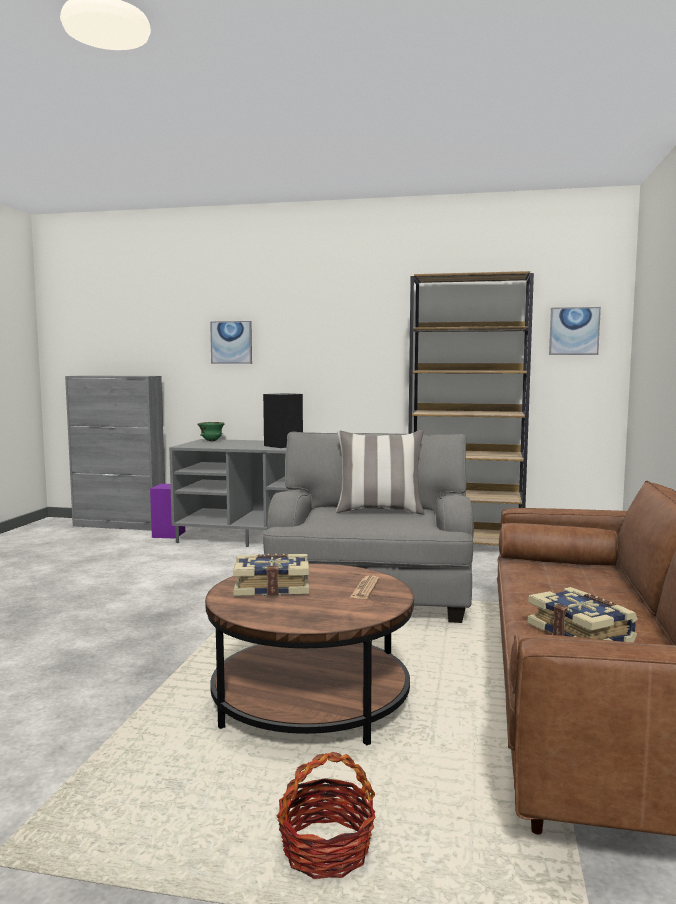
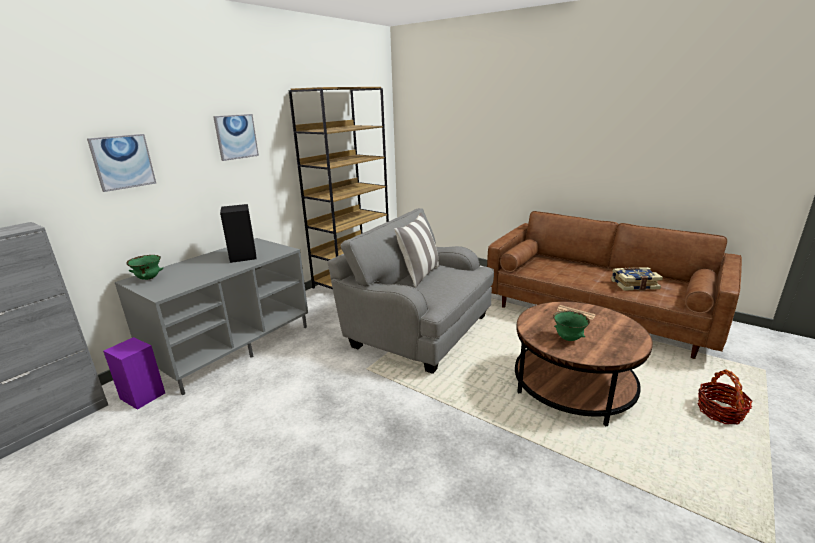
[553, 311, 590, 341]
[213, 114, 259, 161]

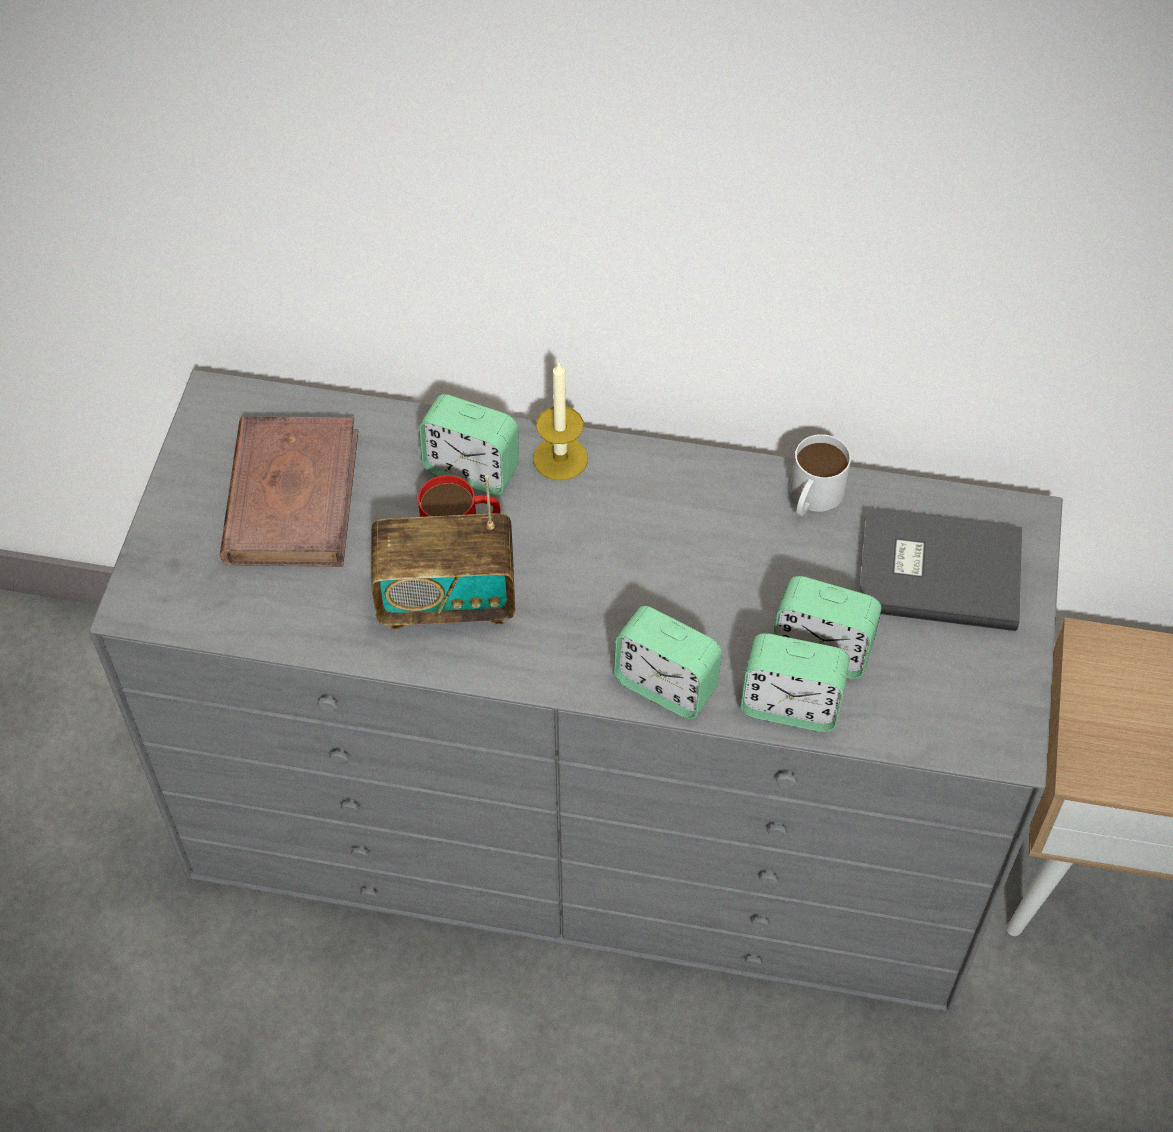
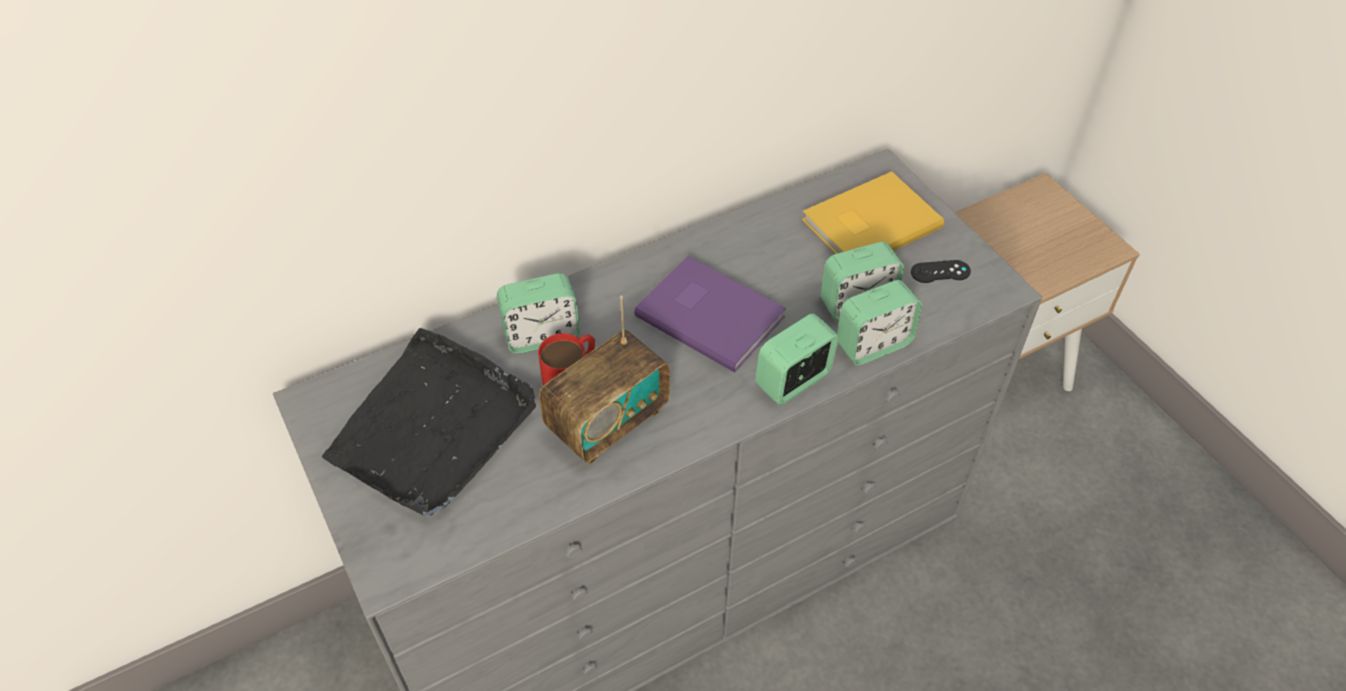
[322, 328, 536, 516]
[533, 361, 588, 480] (first image)
[755, 313, 839, 405]
[790, 434, 851, 516] (first image)
[802, 171, 944, 254]
[634, 256, 786, 373]
[911, 260, 971, 283]

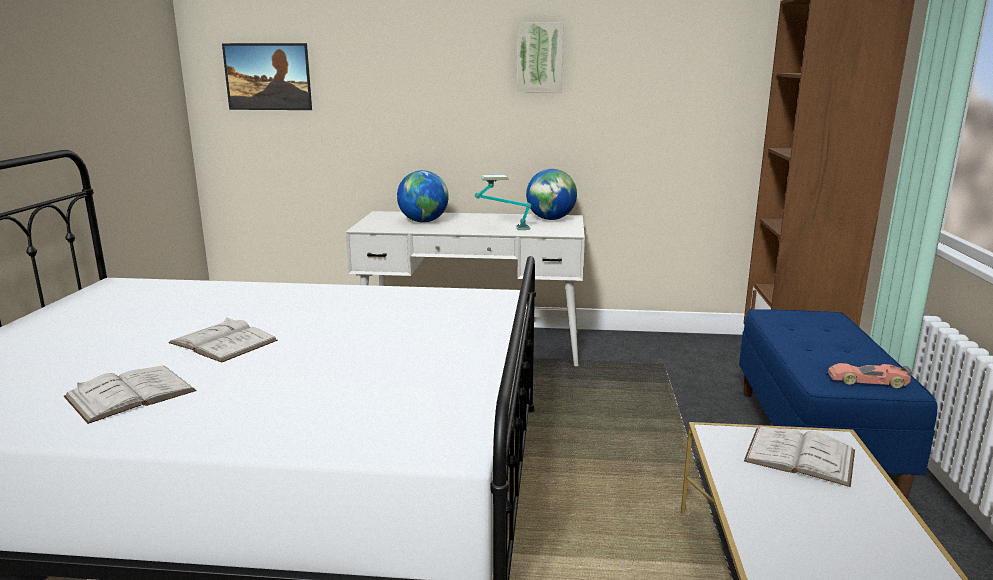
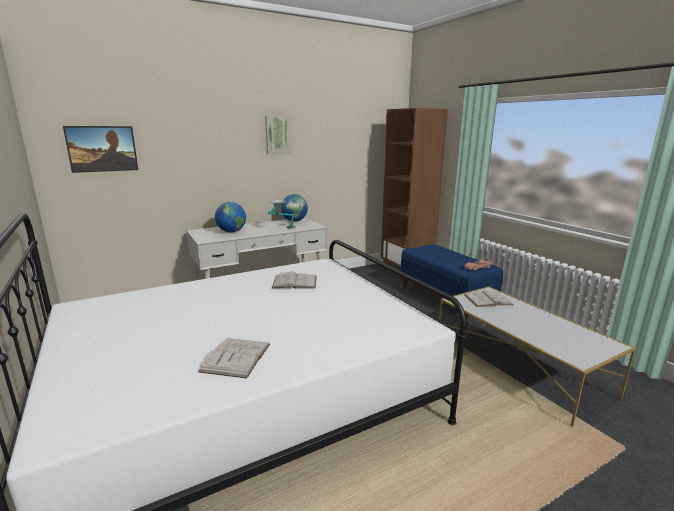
[272, 272, 317, 289]

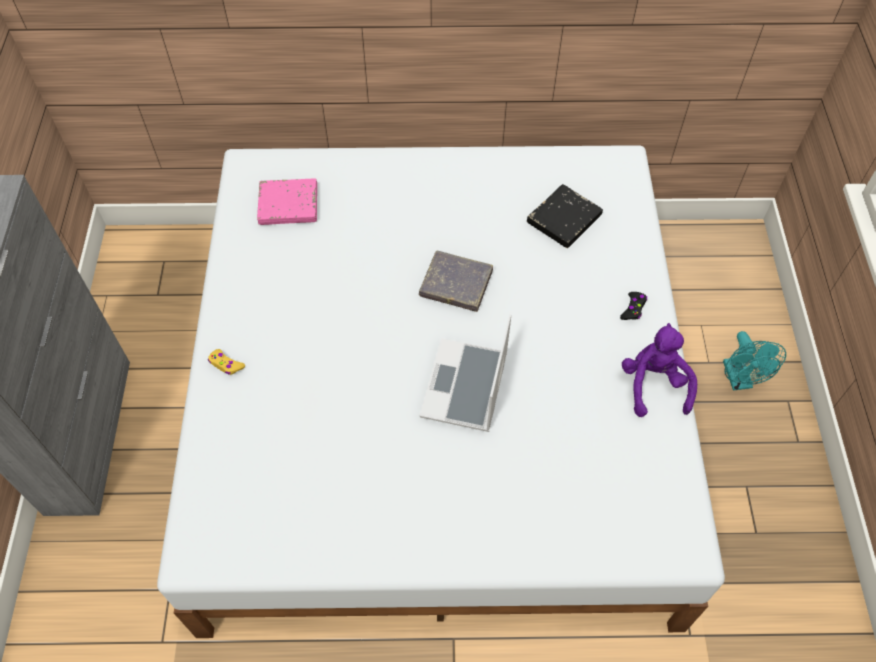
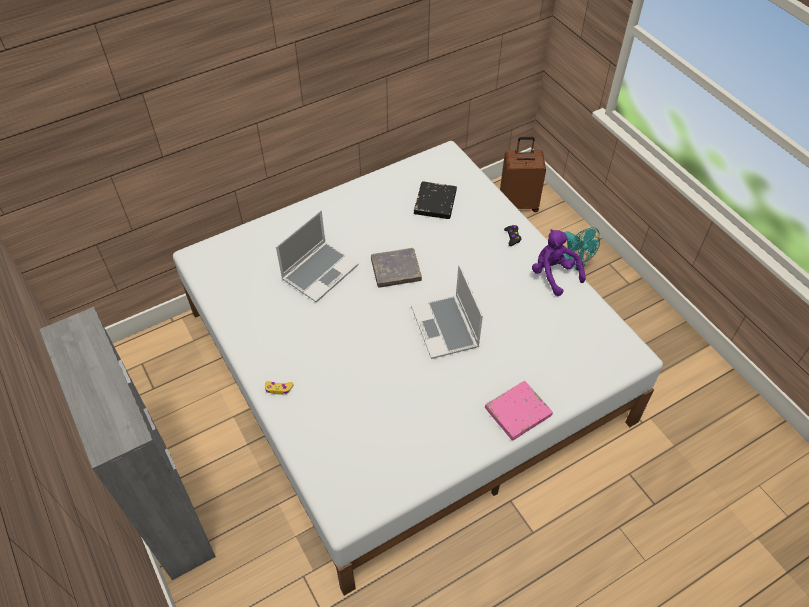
[485, 381, 553, 441]
[276, 210, 359, 302]
[500, 137, 546, 212]

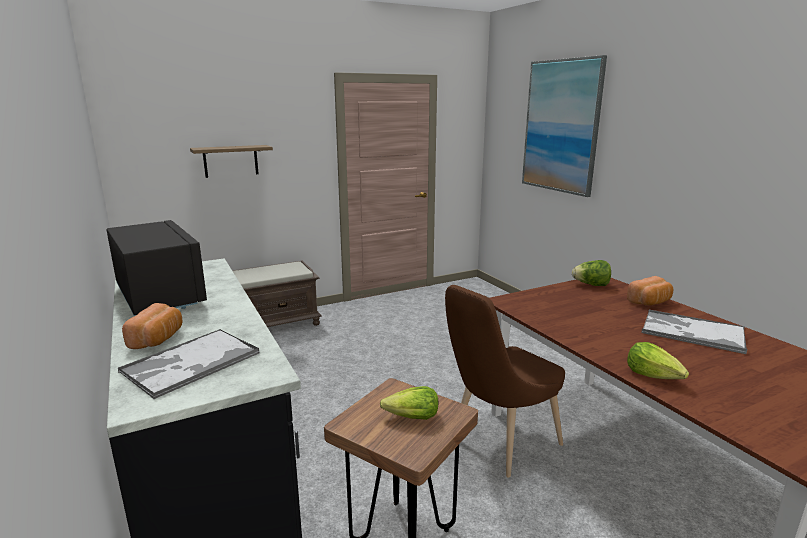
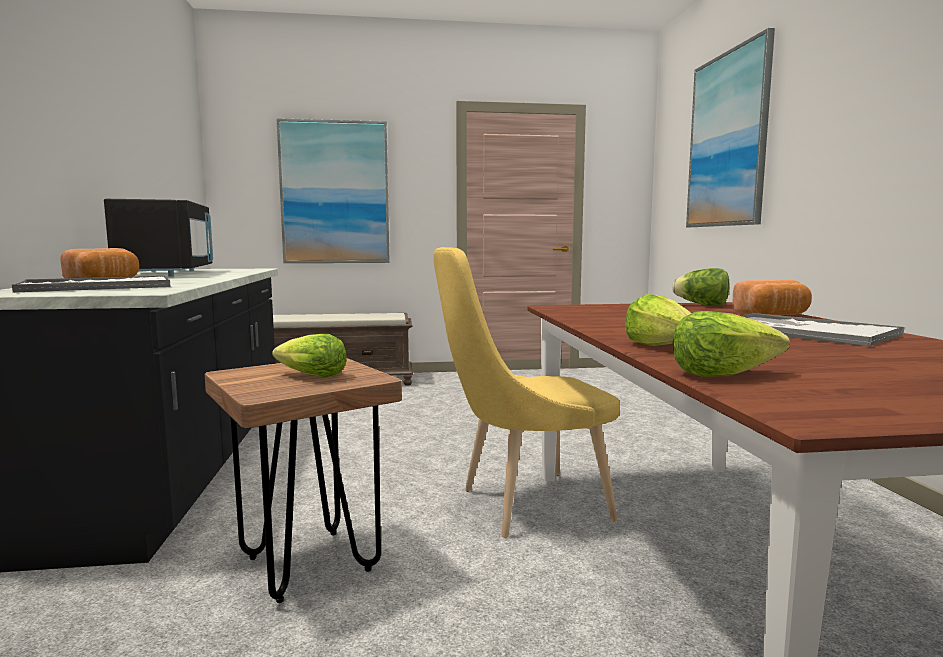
[276, 118, 390, 263]
[433, 247, 620, 538]
[673, 311, 790, 377]

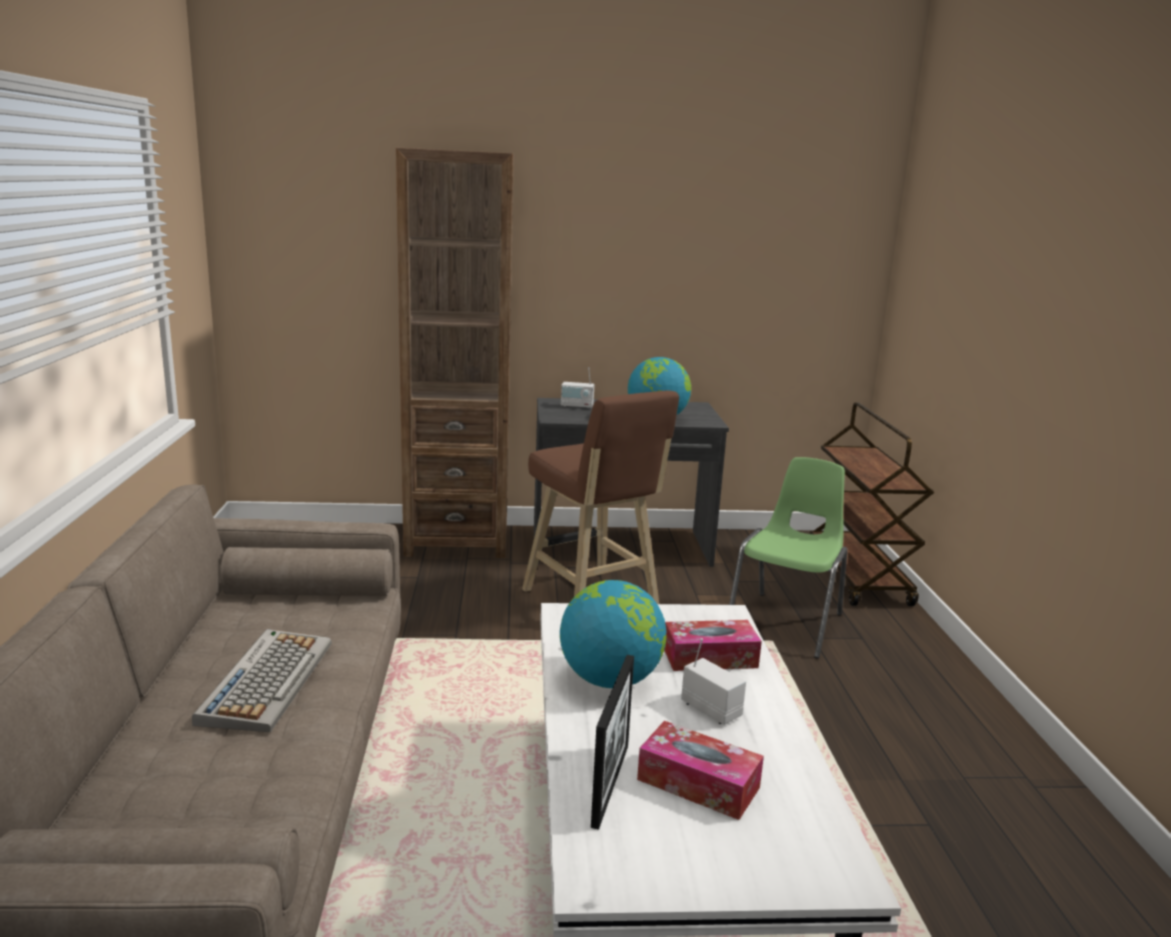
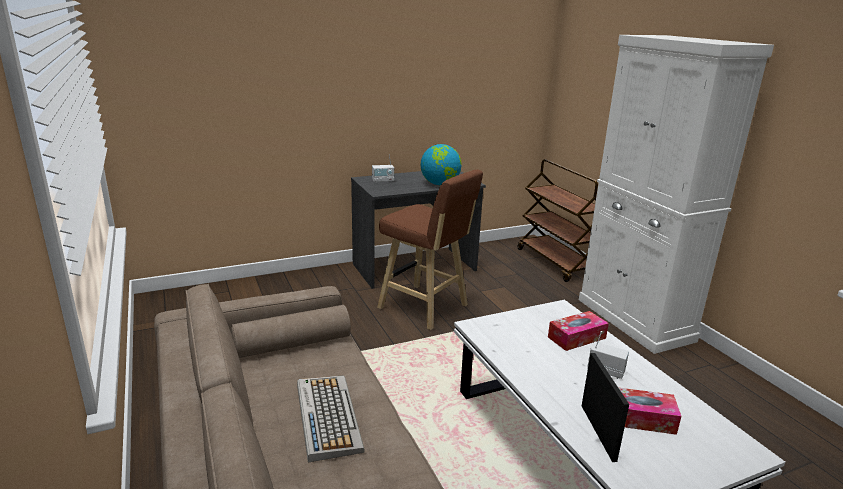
[396, 147, 514, 558] (first image)
[560, 580, 667, 688] (first image)
[729, 457, 848, 659] (first image)
[579, 35, 774, 354]

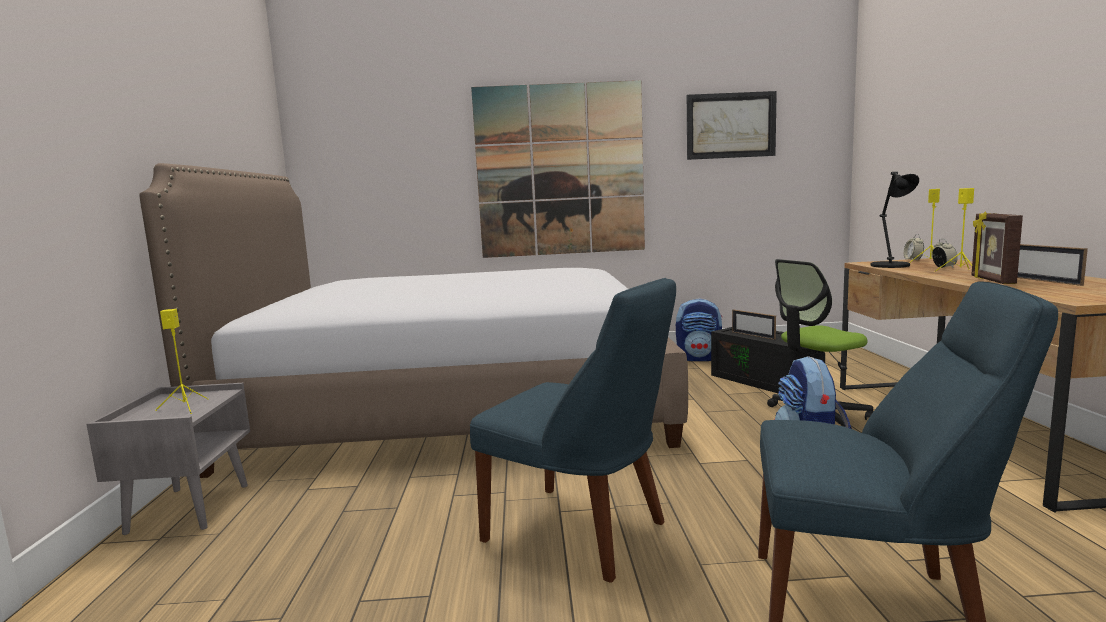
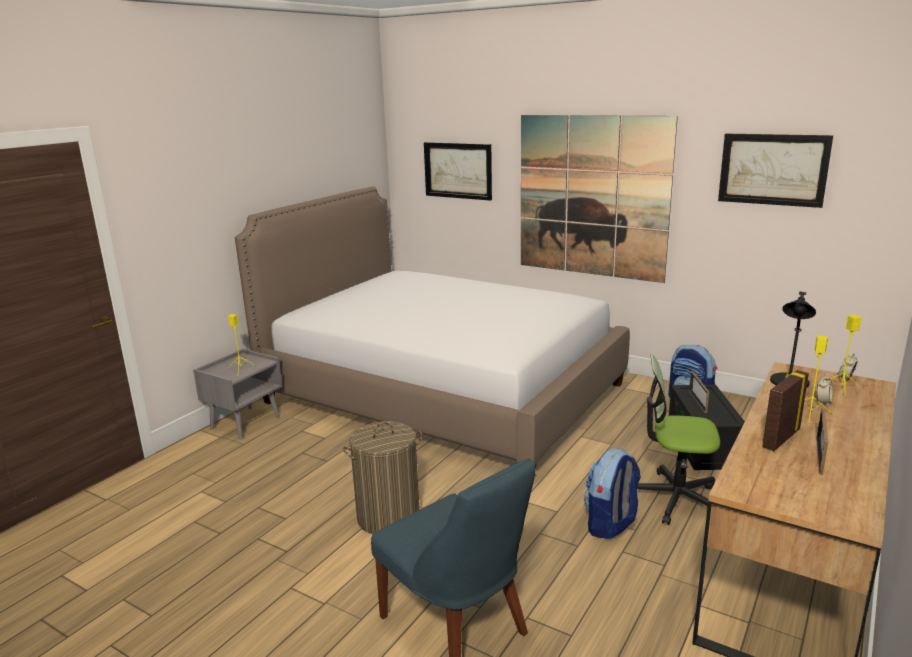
[343, 421, 422, 534]
[424, 142, 492, 201]

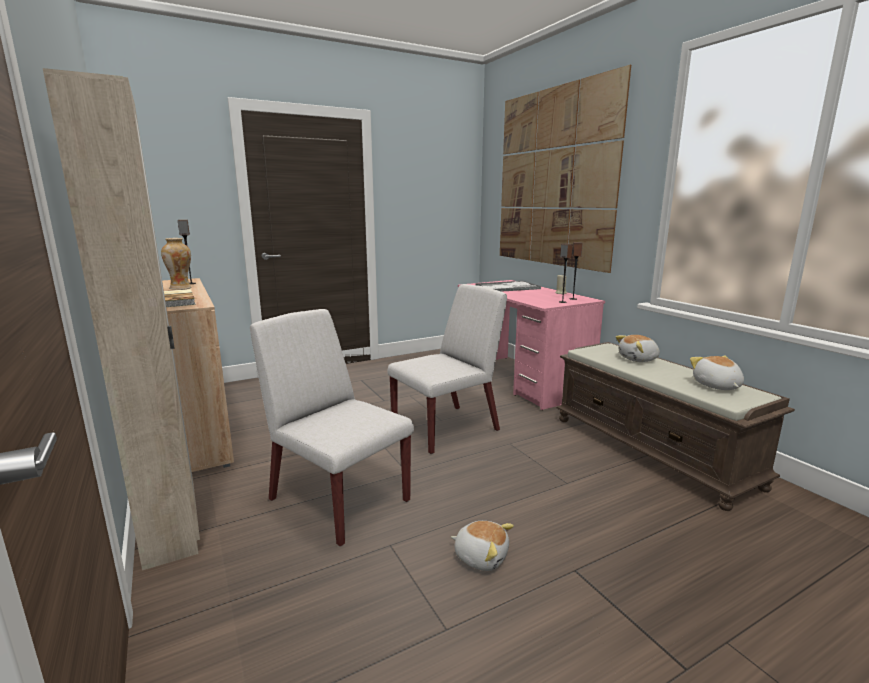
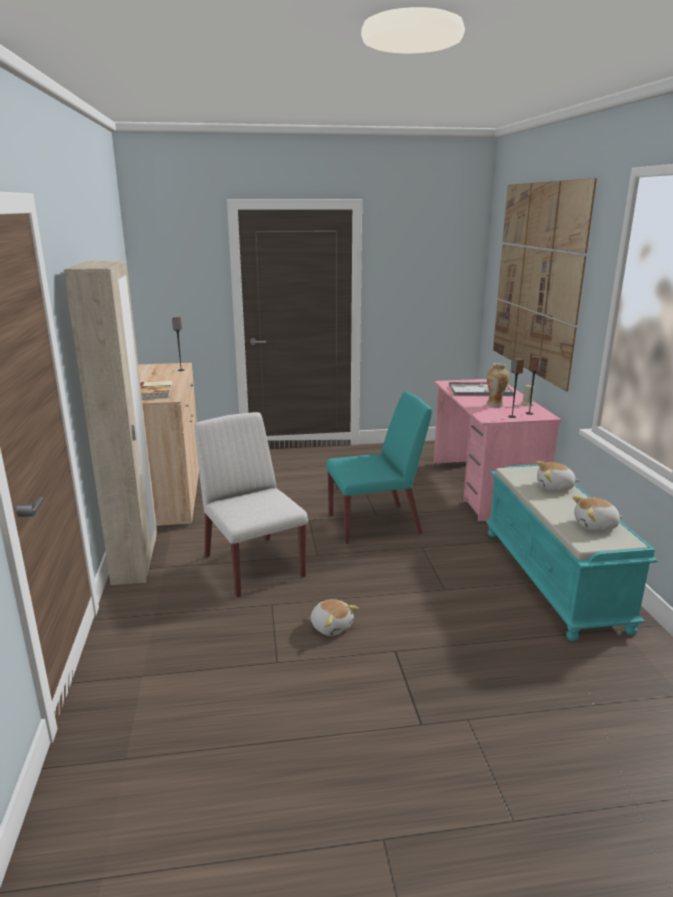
[487, 363, 510, 407]
[326, 391, 432, 544]
[486, 464, 658, 641]
[572, 496, 623, 531]

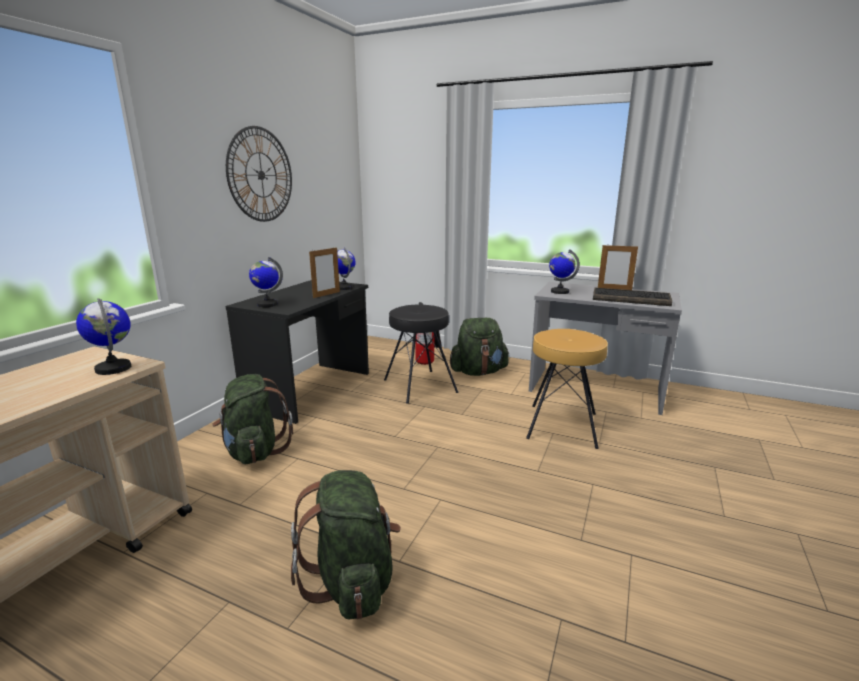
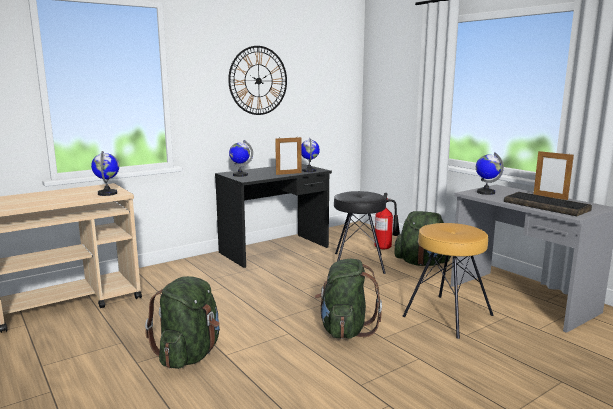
[314, 259, 382, 339]

